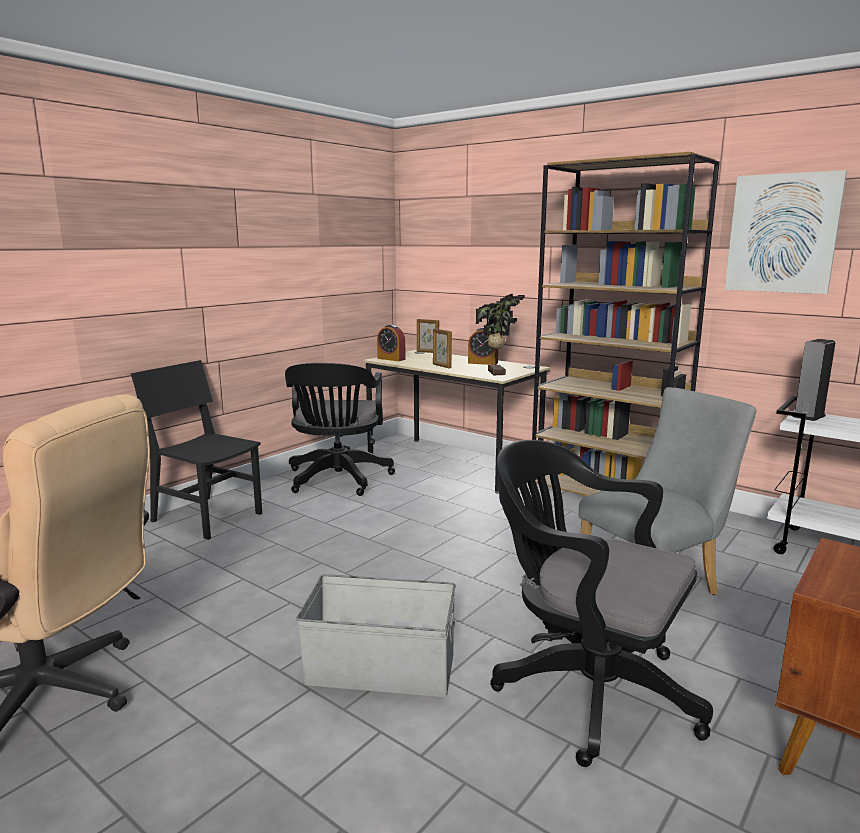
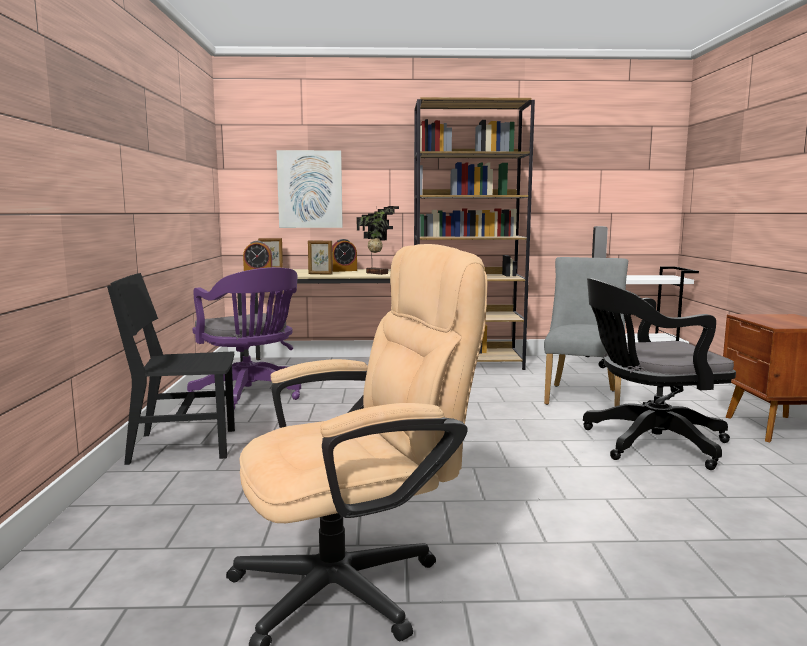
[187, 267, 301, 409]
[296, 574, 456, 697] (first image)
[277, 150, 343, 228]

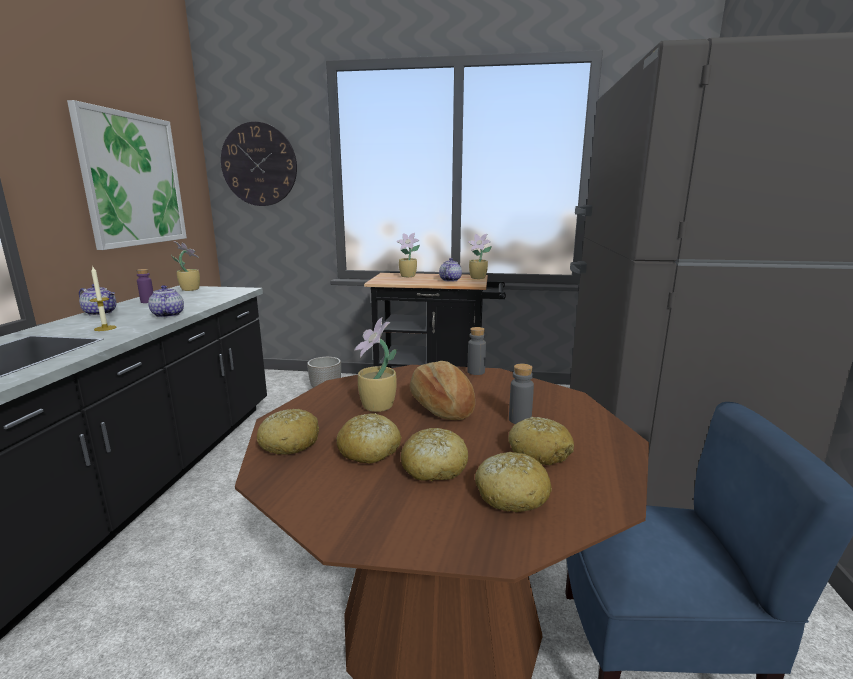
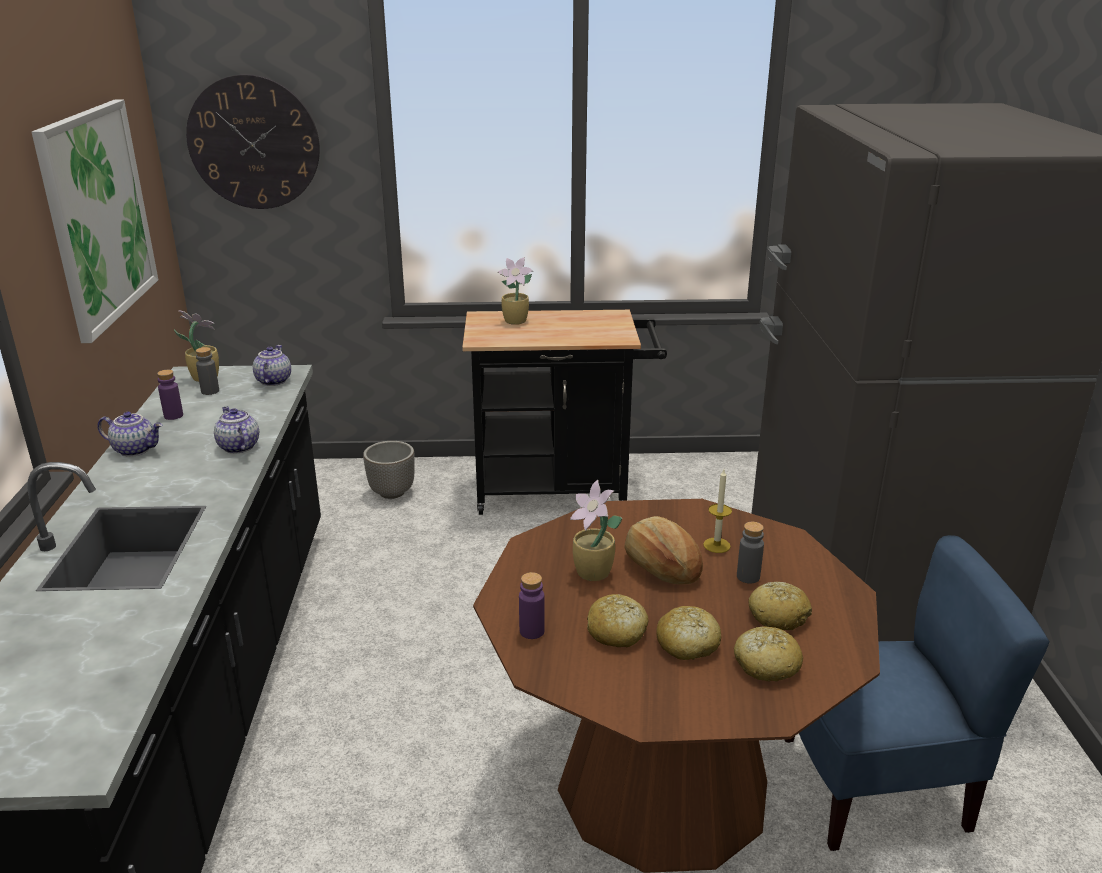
[703, 470, 732, 553]
[519, 572, 545, 639]
[253, 345, 291, 386]
[468, 234, 492, 279] (first image)
[196, 347, 219, 395]

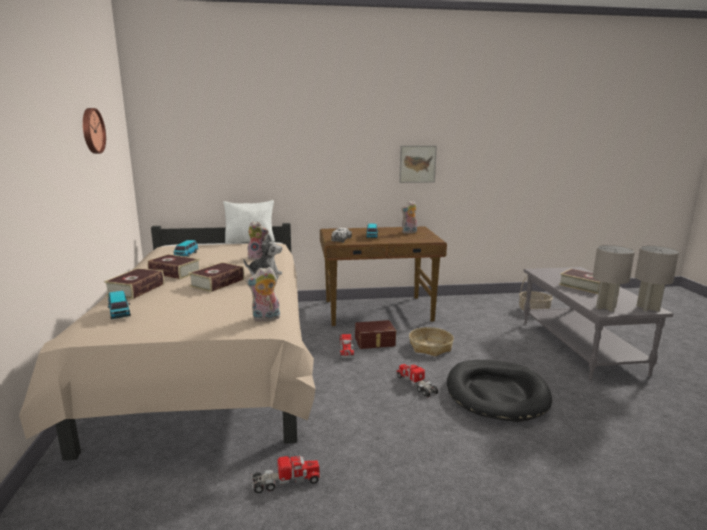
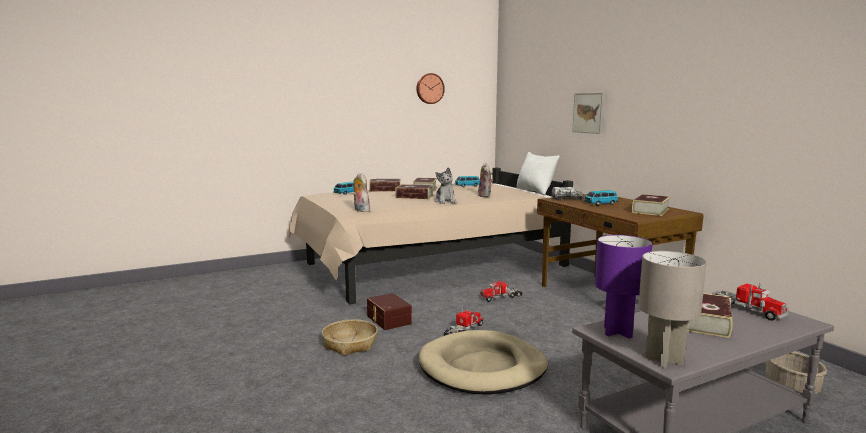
[711, 282, 788, 321]
[367, 293, 412, 330]
[572, 93, 604, 134]
[632, 194, 671, 216]
[322, 320, 378, 356]
[419, 330, 548, 395]
[595, 235, 653, 338]

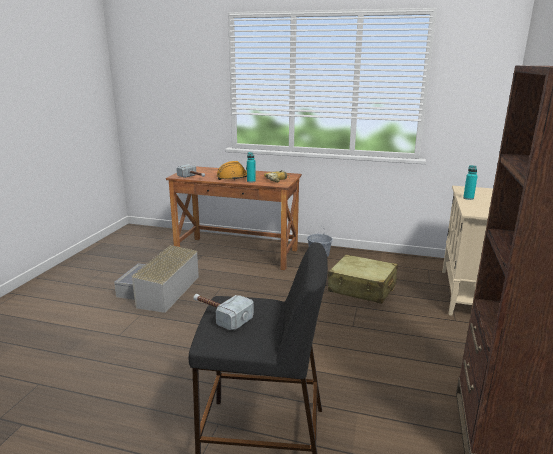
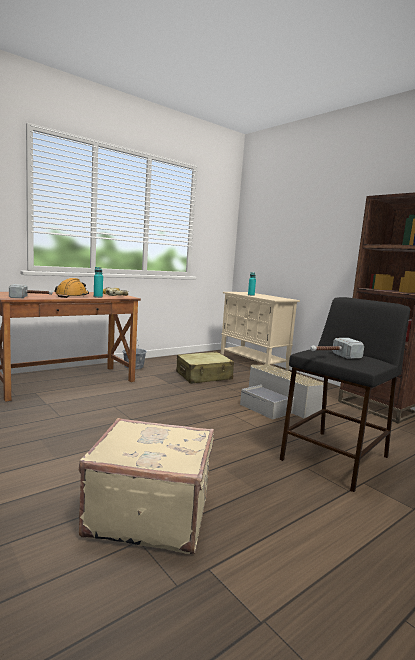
[240, 364, 324, 420]
[79, 418, 214, 554]

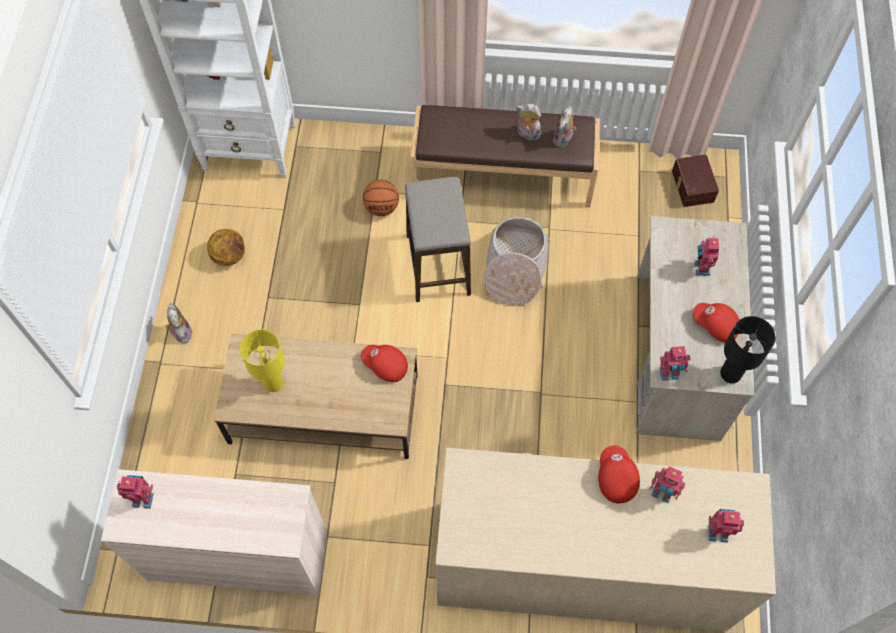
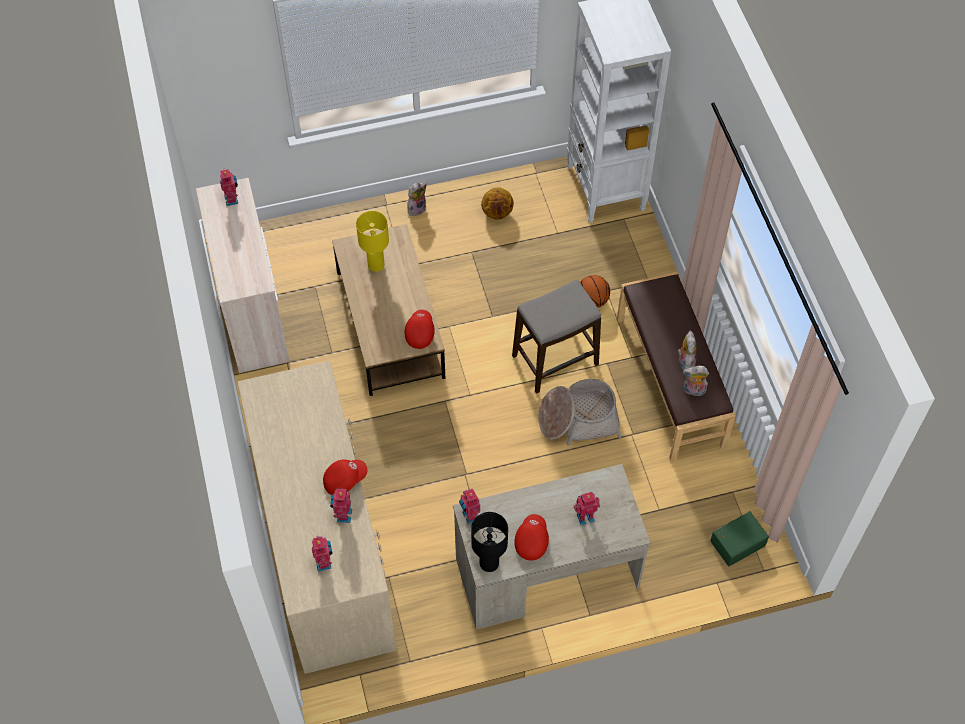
[710, 511, 769, 566]

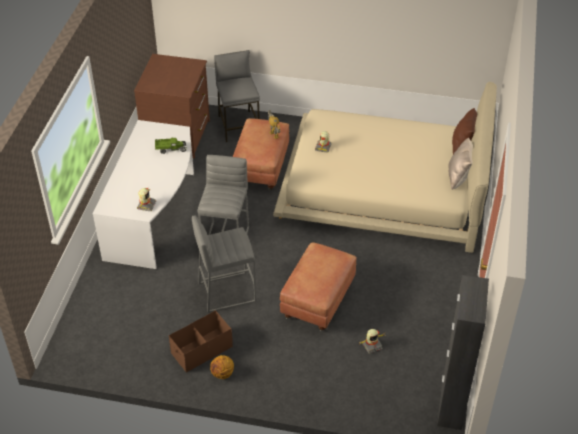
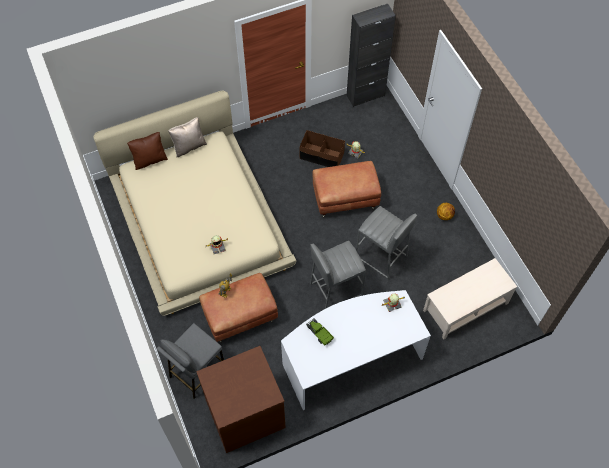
[299, 130, 345, 167]
[423, 258, 517, 340]

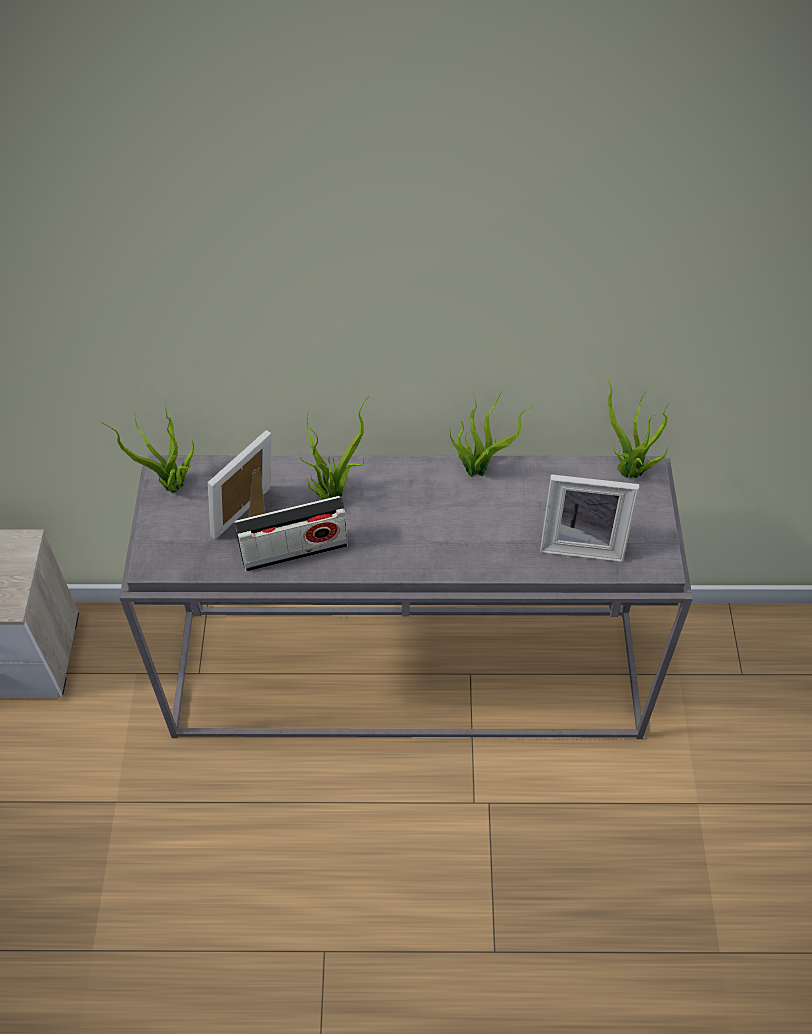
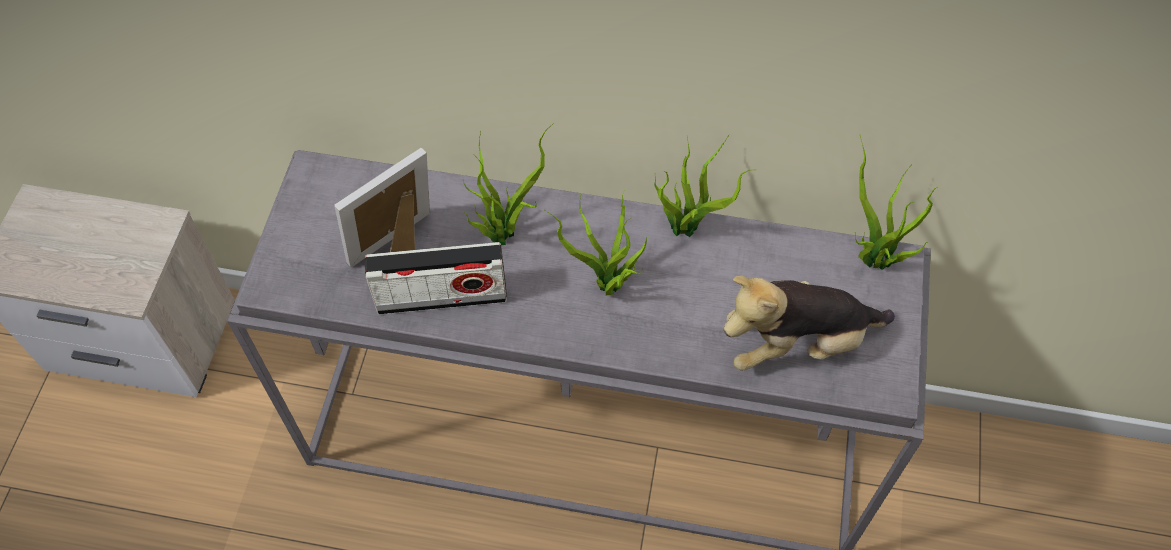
[545, 192, 650, 295]
[723, 275, 895, 371]

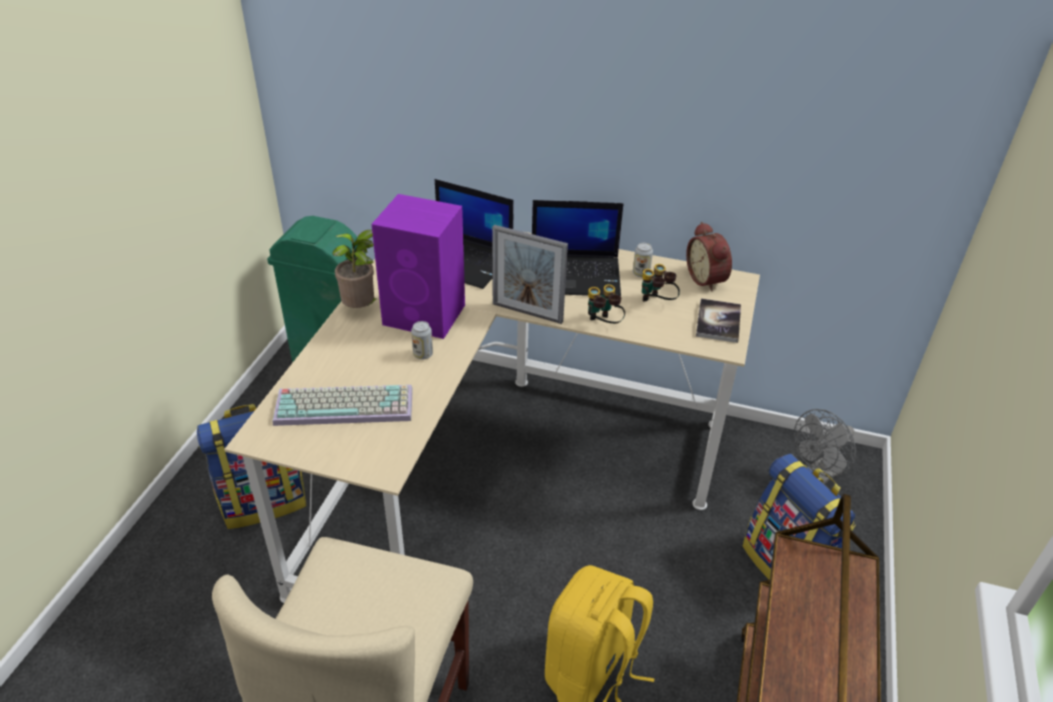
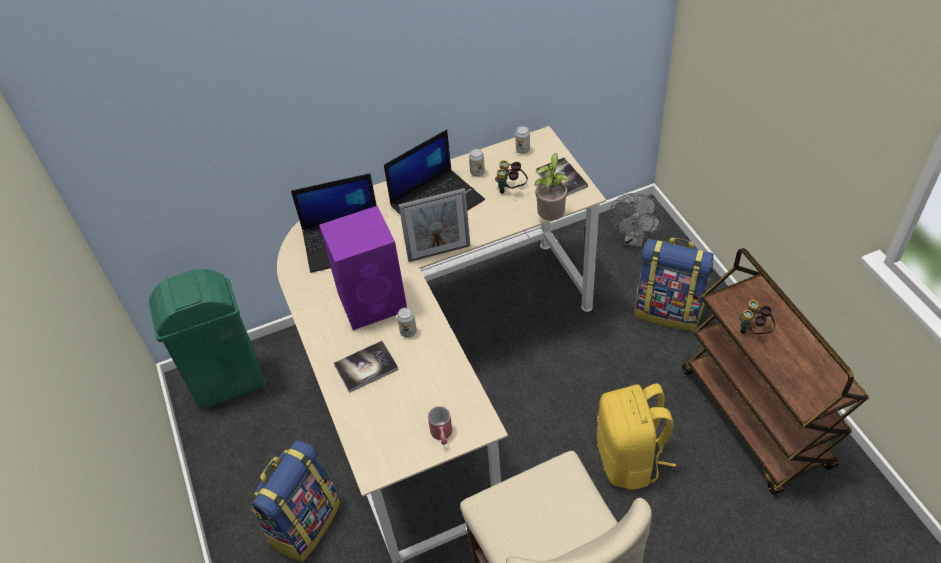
[273, 385, 413, 426] (first image)
[535, 153, 569, 221]
[739, 300, 775, 334]
[515, 126, 530, 154]
[334, 341, 399, 393]
[428, 406, 452, 445]

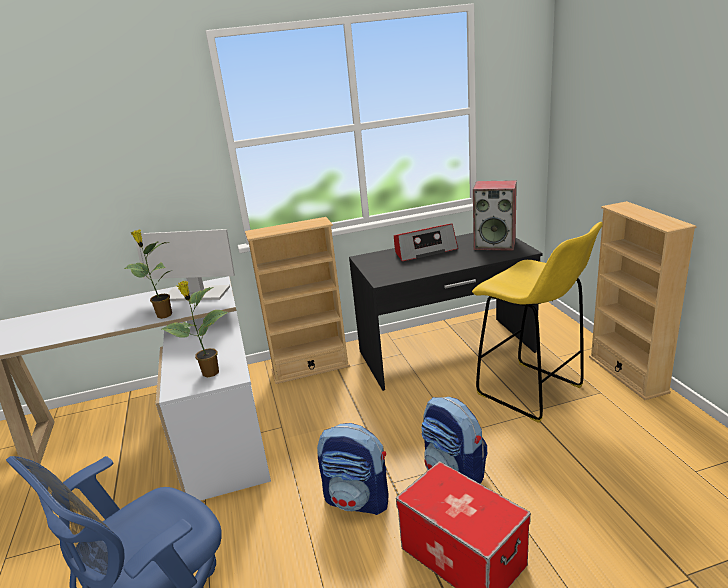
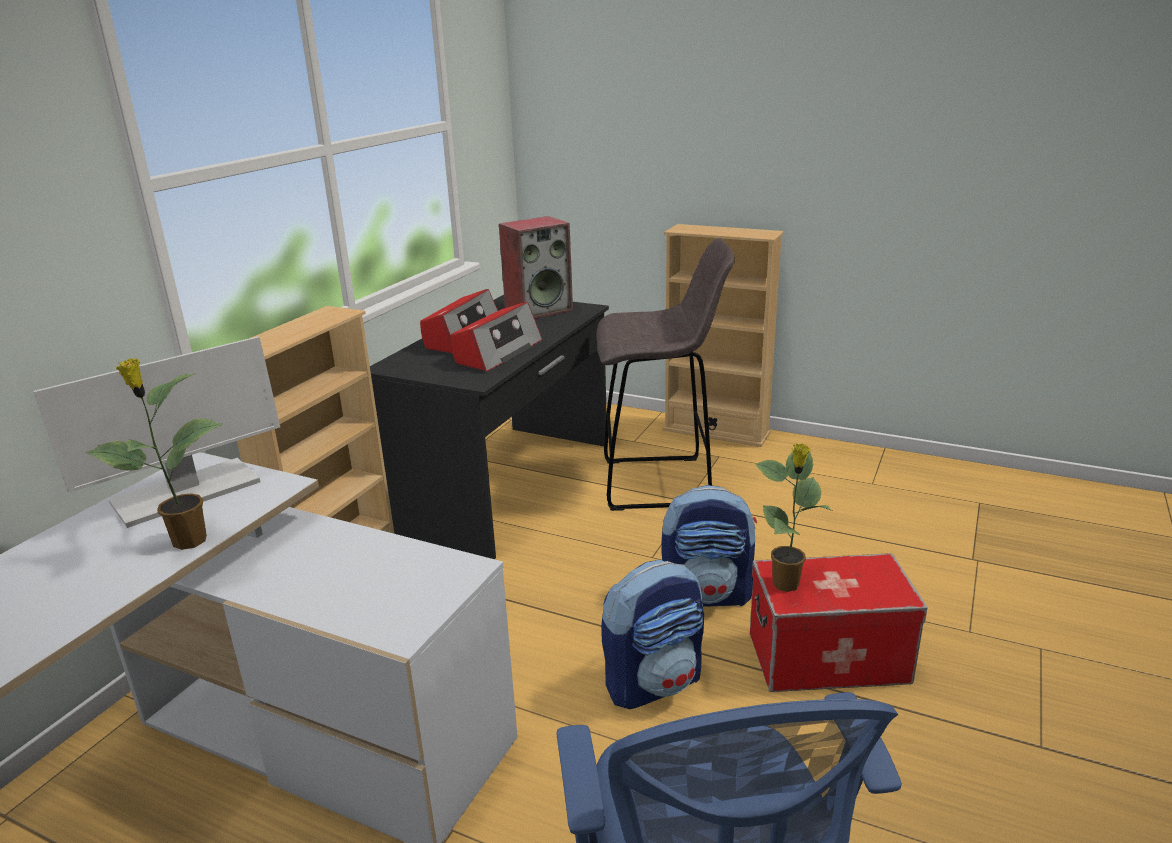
[755, 443, 832, 592]
[596, 238, 735, 511]
[451, 302, 542, 372]

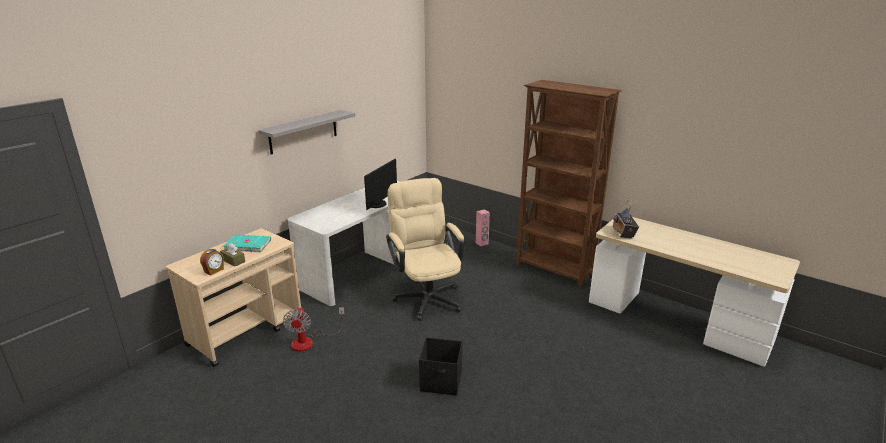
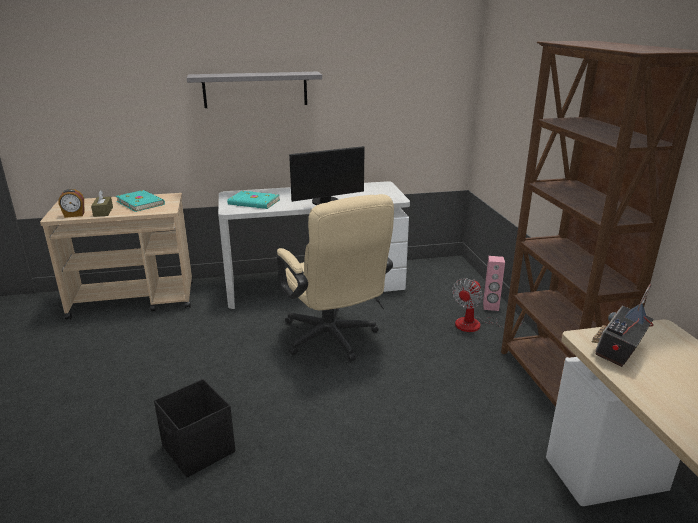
[452, 279, 524, 332]
[277, 194, 394, 361]
[227, 191, 280, 209]

